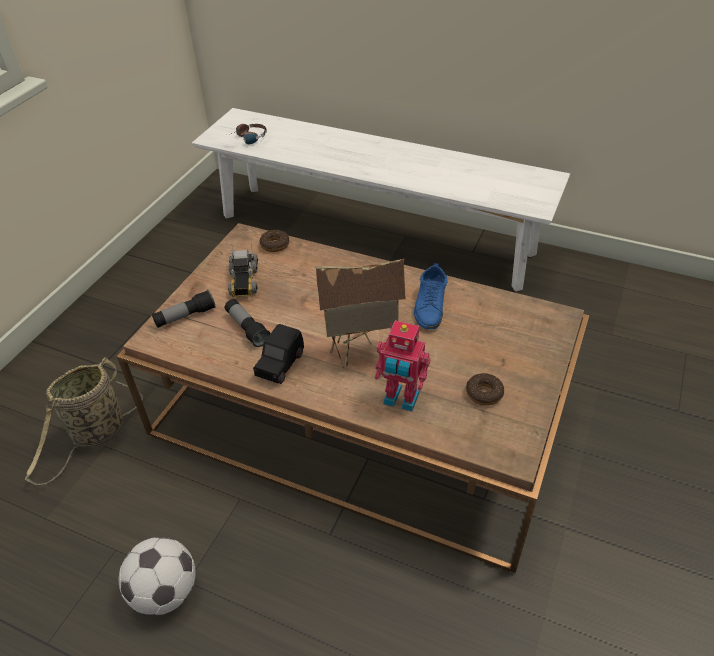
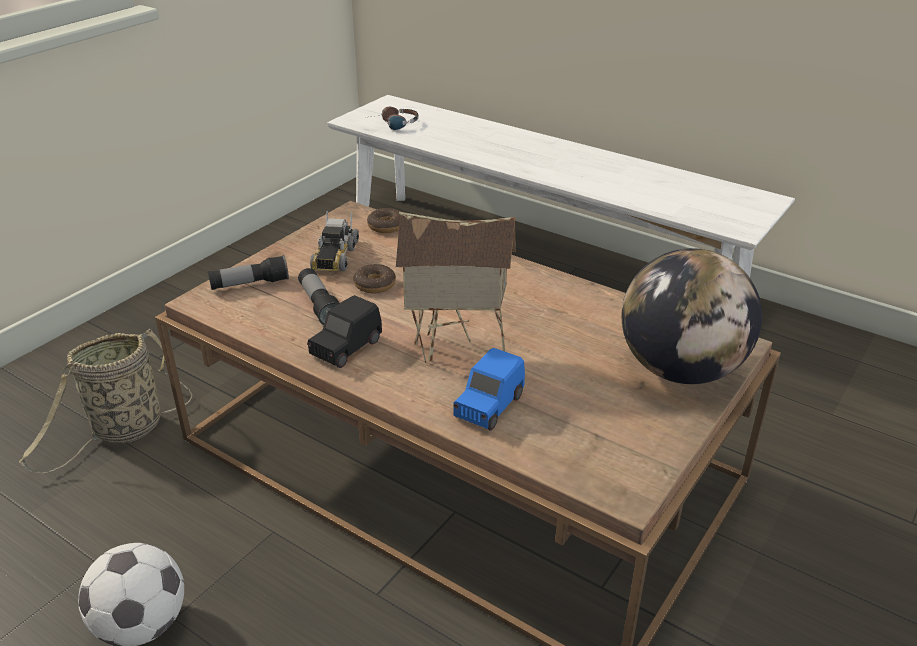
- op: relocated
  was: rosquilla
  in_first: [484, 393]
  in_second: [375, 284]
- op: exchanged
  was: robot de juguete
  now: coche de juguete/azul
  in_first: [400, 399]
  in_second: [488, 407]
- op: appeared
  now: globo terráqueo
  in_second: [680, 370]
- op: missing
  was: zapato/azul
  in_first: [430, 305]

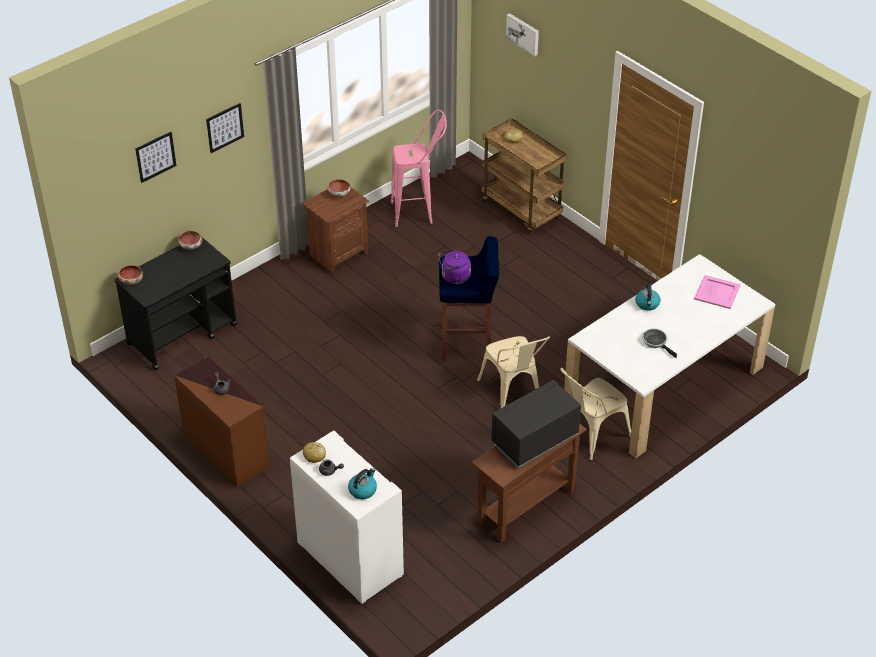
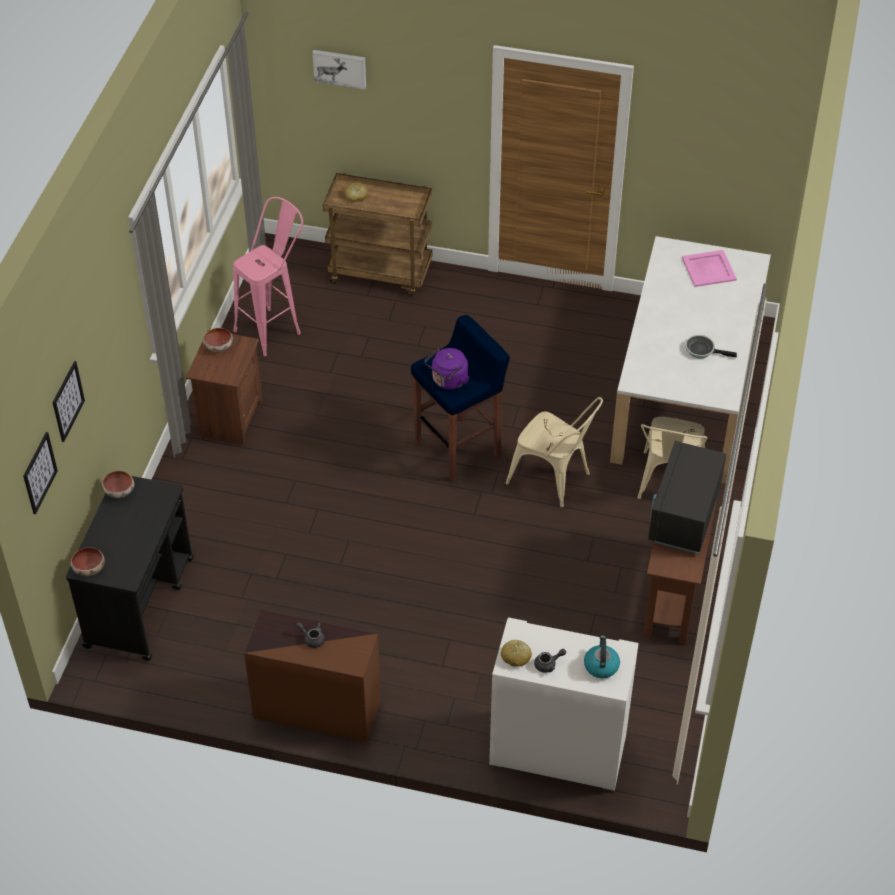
- op: relocated
  was: cuadro
  in_first: [224, 127]
  in_second: [39, 473]
- op: missing
  was: hervidor
  in_first: [647, 304]

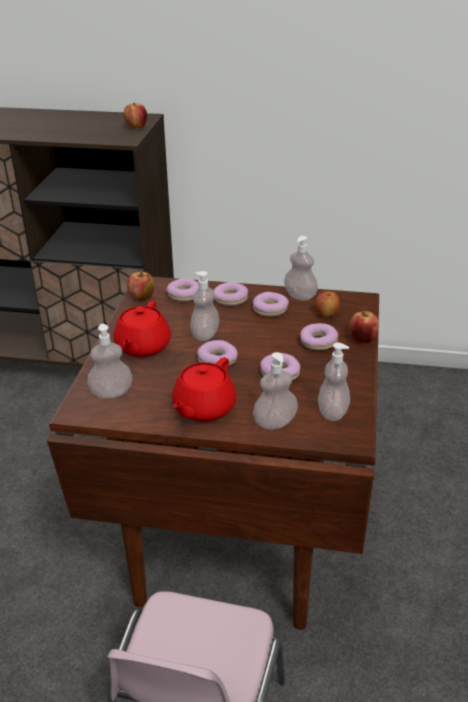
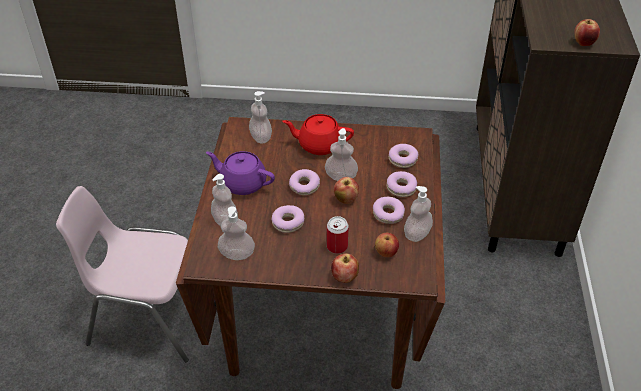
- op: colour
  was: tetera/rojo
  now: tetera/morado
  in_first: [203, 408]
  in_second: [242, 183]
- op: exchanged
  was: rosquilla
  now: lata
  in_first: [318, 342]
  in_second: [337, 246]
- op: relocated
  was: manzana
  in_first: [141, 298]
  in_second: [345, 199]

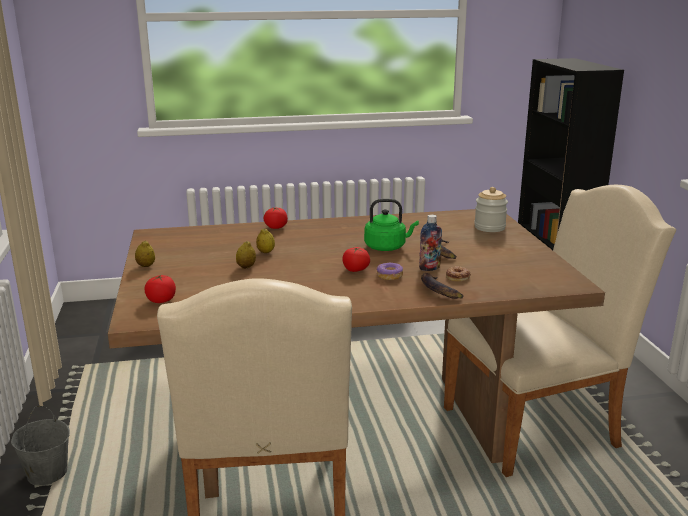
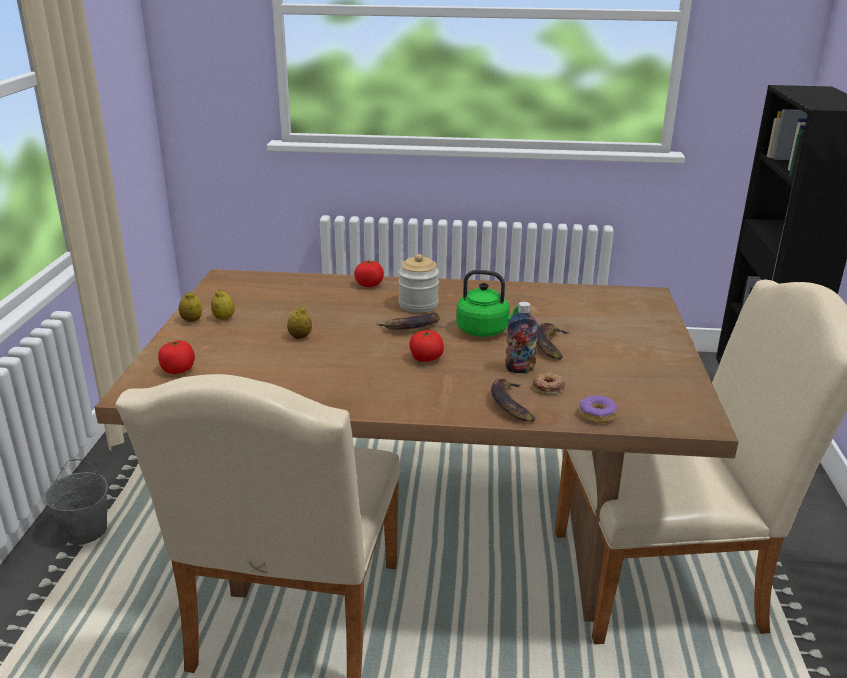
- op: relocated
  was: limón
  in_first: [266, 252]
  in_second: [224, 318]
- op: appeared
  now: plátano
  in_second: [411, 327]
- op: relocated
  was: tarro
  in_first: [489, 227]
  in_second: [418, 305]
- op: relocated
  was: rosquilla
  in_first: [389, 276]
  in_second: [597, 415]

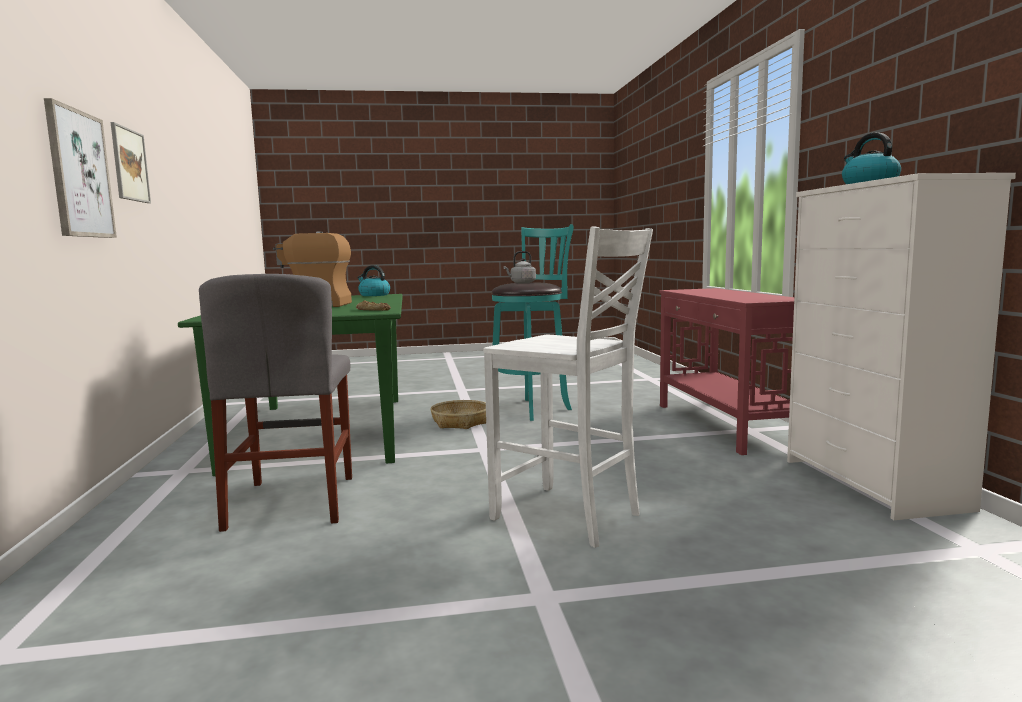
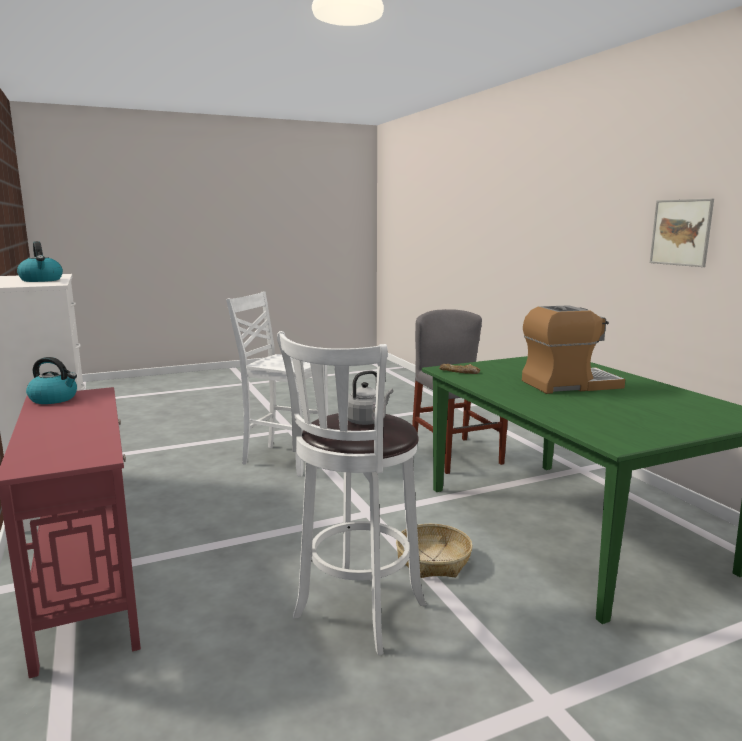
- op: relocated
  was: hervidor
  in_first: [374, 295]
  in_second: [54, 399]
- op: colour
  was: taburete/turquesa
  now: taburete/blanco
  in_first: [532, 408]
  in_second: [356, 614]
- op: missing
  was: cuadro
  in_first: [79, 174]

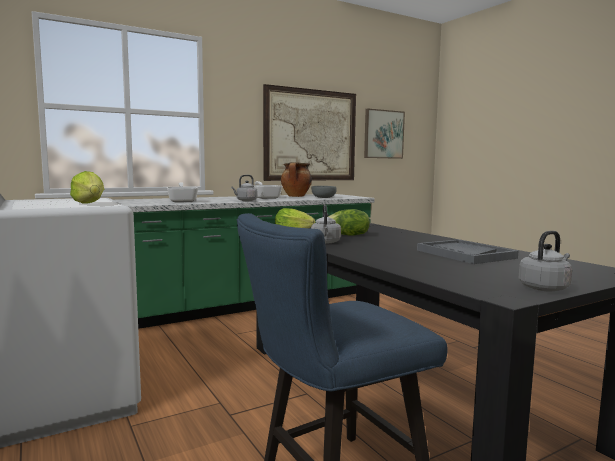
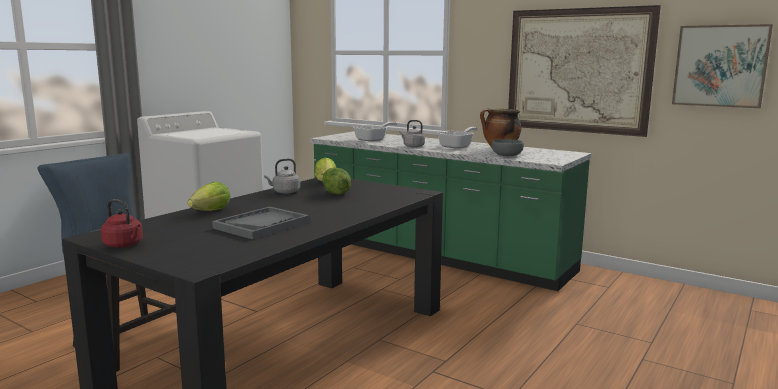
- op: colour
  was: hervidor/gris
  now: hervidor/rojo
  in_first: [545, 288]
  in_second: [124, 245]
- op: relocated
  was: lechuga
  in_first: [89, 204]
  in_second: [211, 211]

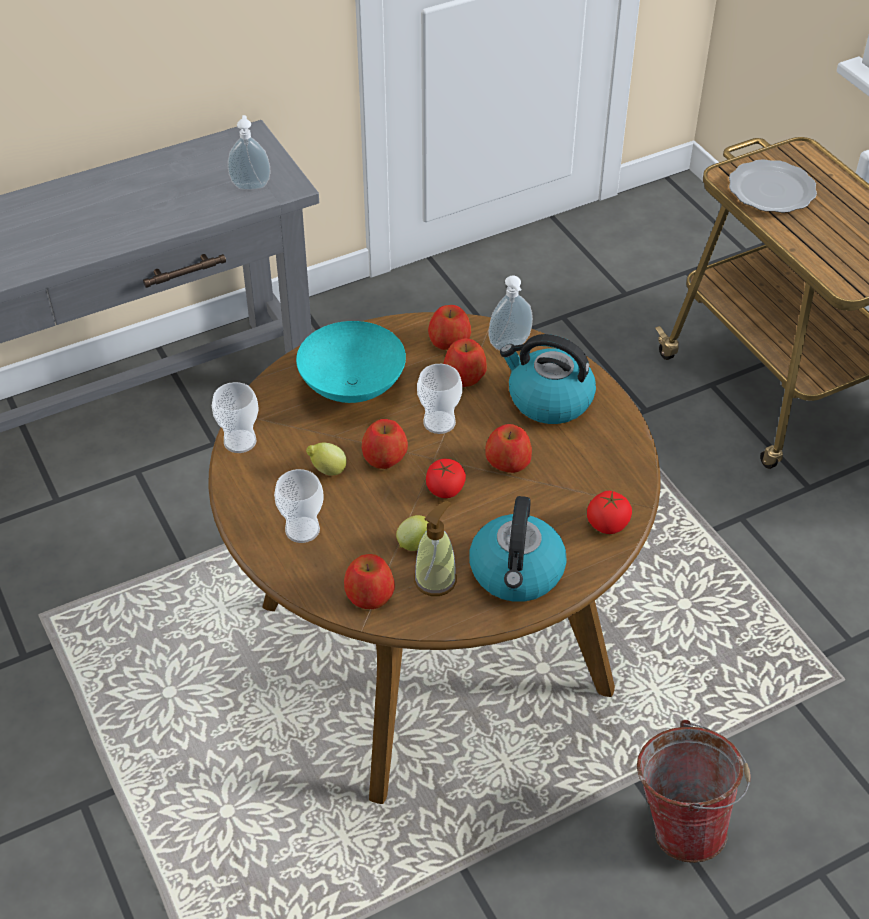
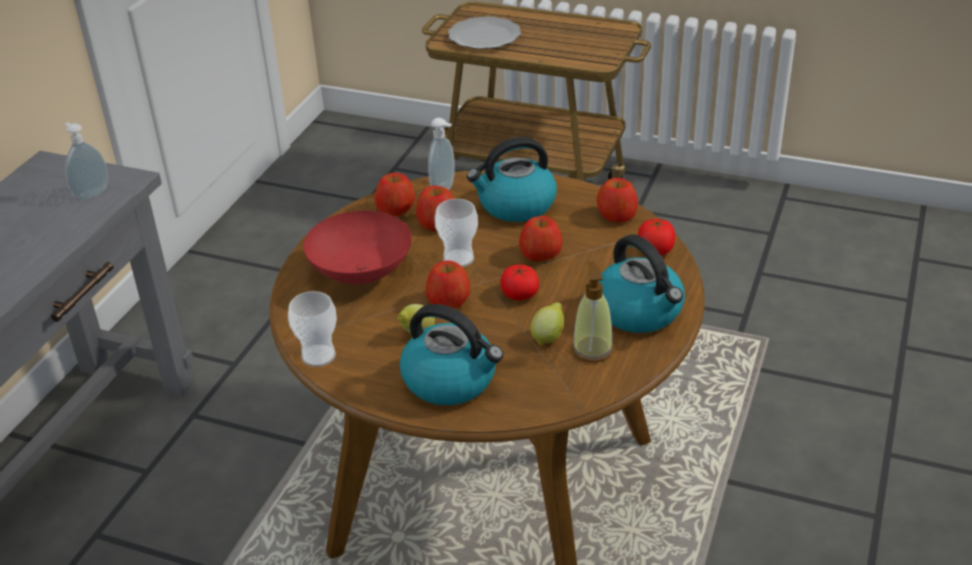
- op: colour
  was: cuenco/turquesa
  now: cuenco/rojo
  in_first: [354, 386]
  in_second: [362, 272]
- op: exchanged
  was: taza
  now: hervidor
  in_first: [302, 530]
  in_second: [451, 380]
- op: relocated
  was: manzana
  in_first: [370, 594]
  in_second: [616, 215]
- op: missing
  was: cubo
  in_first: [681, 821]

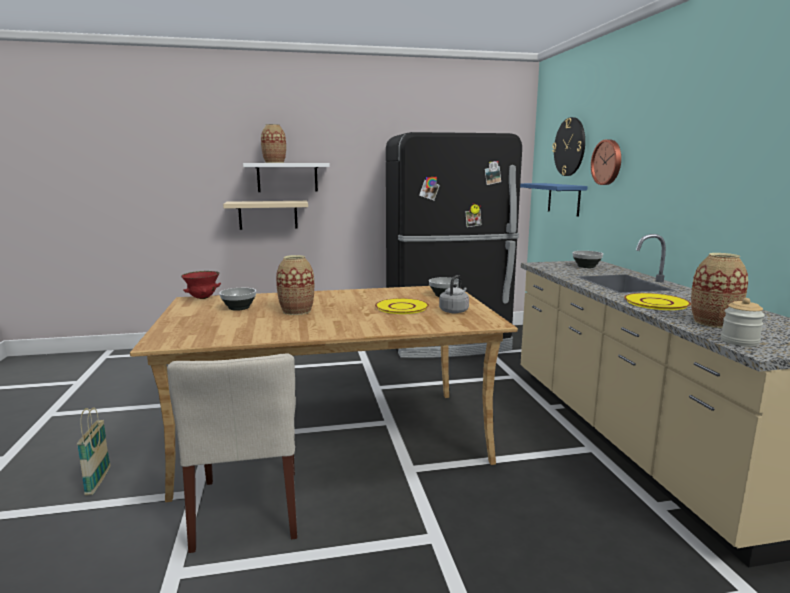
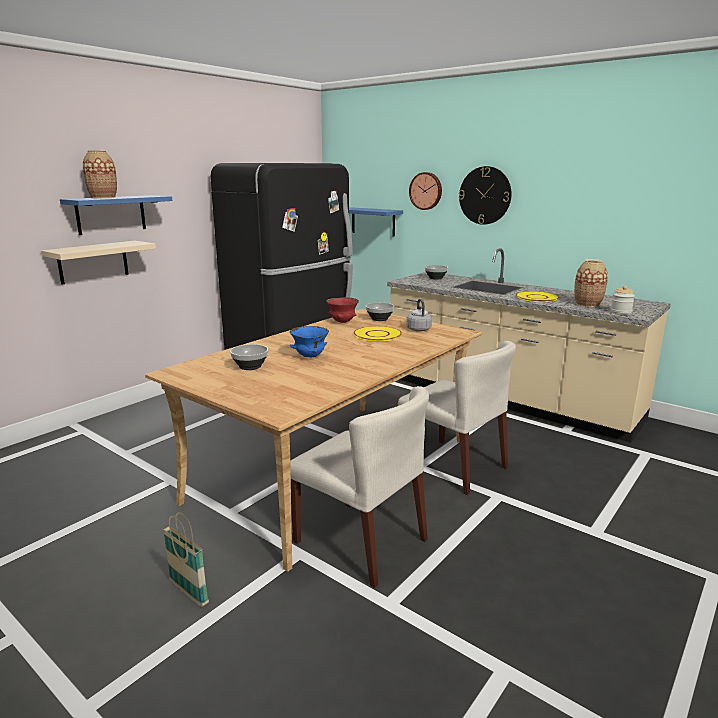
- op: colour
  was: estante/blanco
  now: estante/azul
  in_first: [287, 177]
  in_second: [111, 214]
- op: exchanged
  was: florero
  now: cuenco/azul
  in_first: [296, 311]
  in_second: [309, 357]
- op: relocated
  was: cuenco/rojo
  in_first: [203, 298]
  in_second: [342, 322]
- op: appeared
  now: silla/beis
  in_second: [454, 465]
- op: relocated
  was: reloj de pared
  in_first: [569, 147]
  in_second: [485, 195]

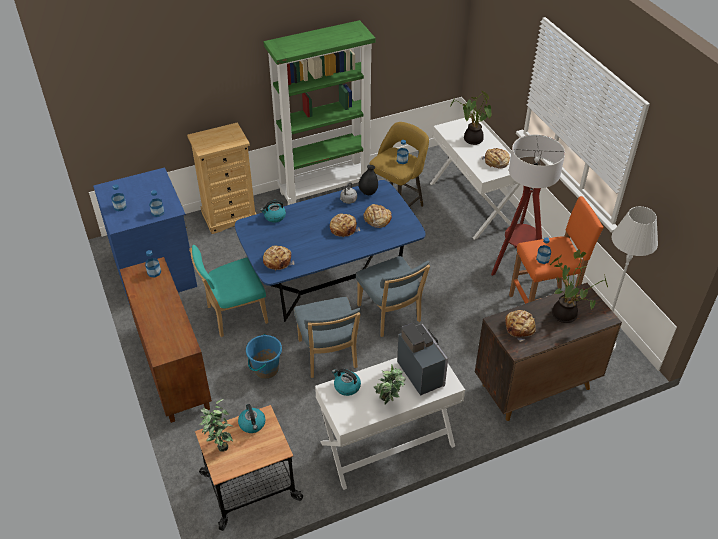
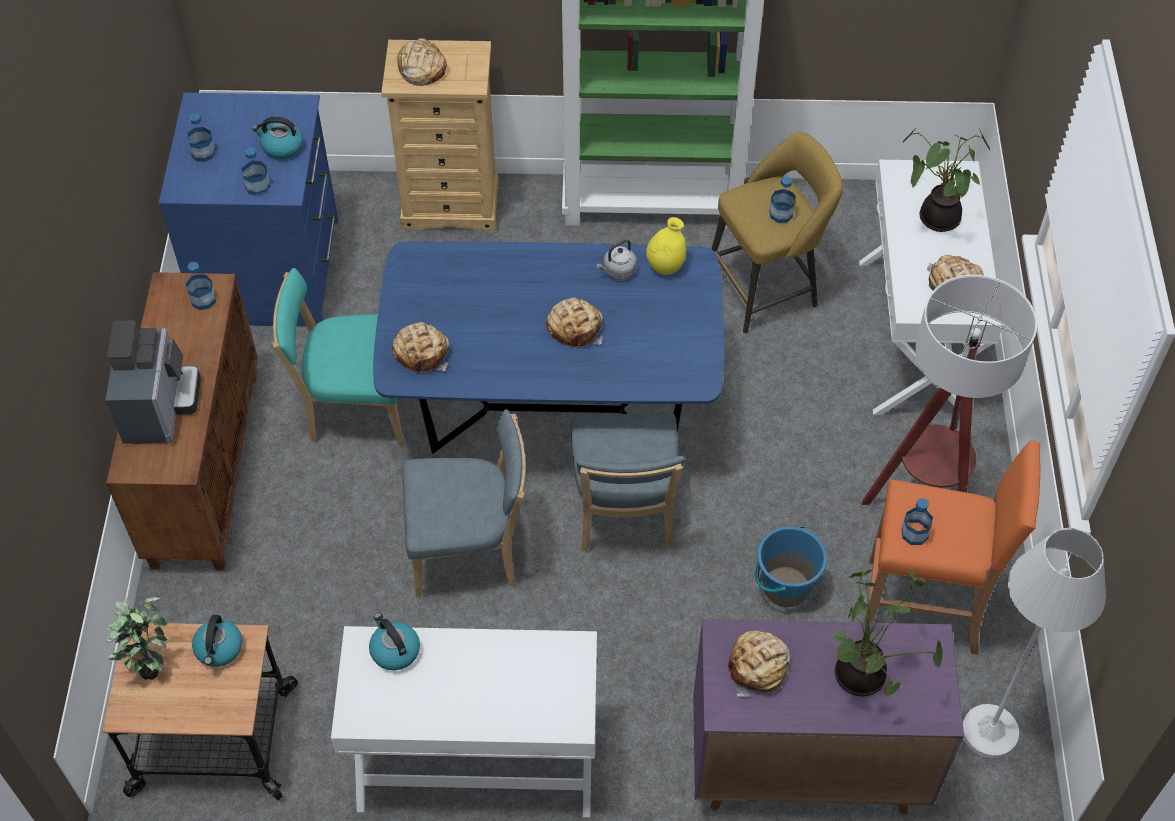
- op: relocated
  was: cafetera
  in_first: [422, 371]
  in_second: [160, 407]
- op: relocated
  was: hervidor
  in_first: [274, 217]
  in_second: [281, 147]
- op: relocated
  was: pan
  in_first: [377, 219]
  in_second: [421, 69]
- op: spun
  was: silla/azul
  in_first: [328, 356]
  in_second: [469, 551]
  clockwise: -105
- op: colour
  was: florero/negro
  now: florero/amarillo
  in_first: [368, 192]
  in_second: [665, 266]
- op: colour
  was: armario/marrón
  now: armario/morado
  in_first: [535, 387]
  in_second: [804, 766]
- op: relocated
  was: cubo/azul
  in_first: [266, 369]
  in_second: [785, 587]
- op: missing
  was: planta en maceta
  in_first: [389, 402]

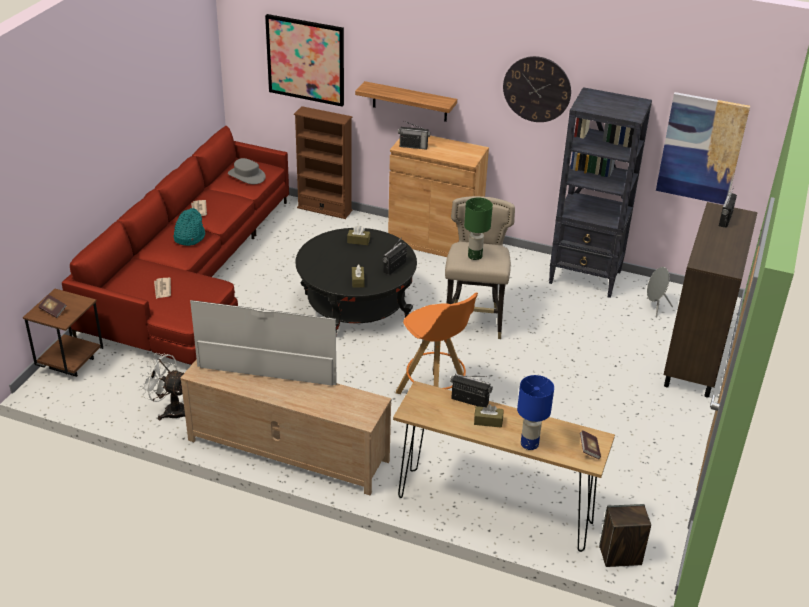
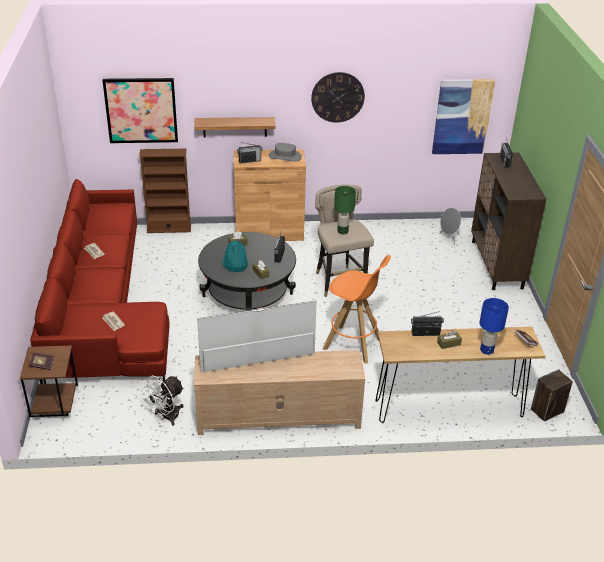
- op: spun
  was: ventilador/blanco
  in_first: [170, 410]
  in_second: [166, 417]
  clockwise: -45
- op: relocated
  was: sombrero/turquesa
  in_first: [189, 237]
  in_second: [235, 264]
- op: relocated
  was: sombrero/gris
  in_first: [247, 176]
  in_second: [285, 156]
- op: missing
  was: estantería/negro
  in_first: [585, 278]

